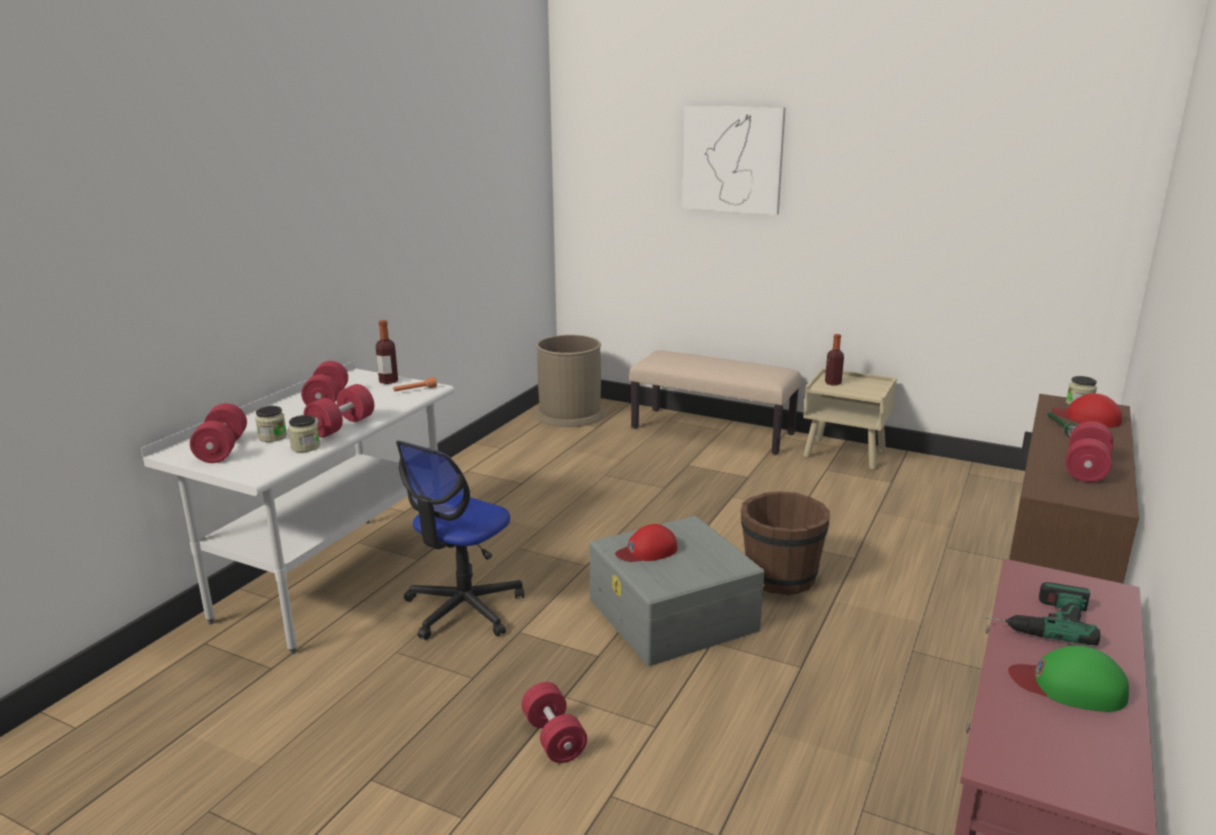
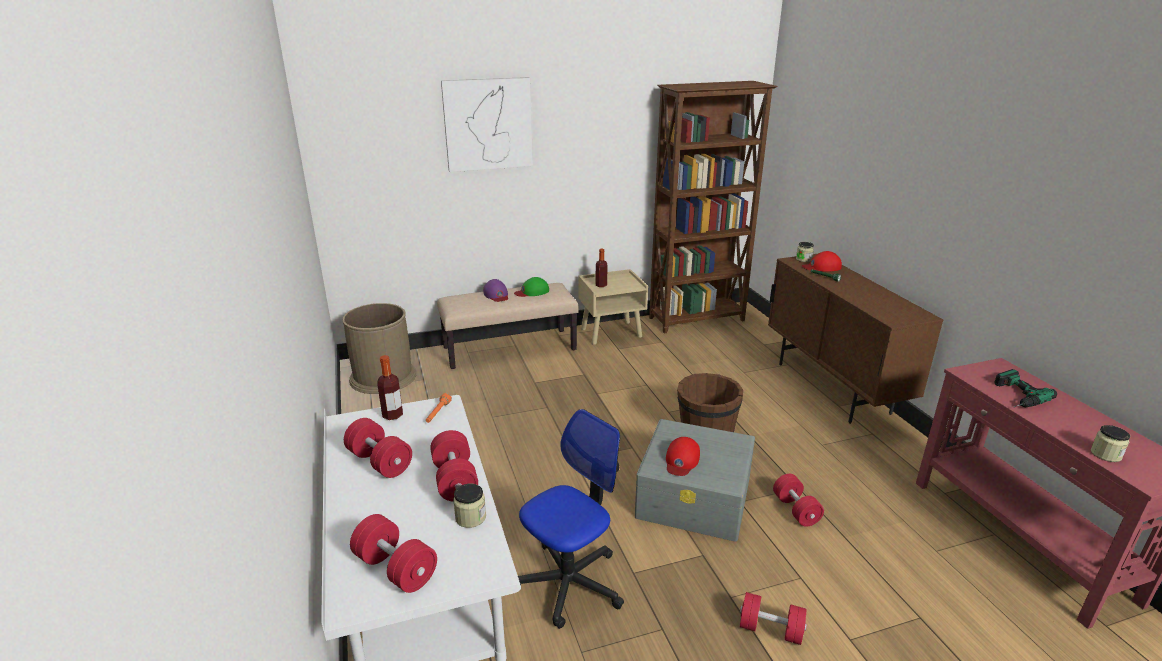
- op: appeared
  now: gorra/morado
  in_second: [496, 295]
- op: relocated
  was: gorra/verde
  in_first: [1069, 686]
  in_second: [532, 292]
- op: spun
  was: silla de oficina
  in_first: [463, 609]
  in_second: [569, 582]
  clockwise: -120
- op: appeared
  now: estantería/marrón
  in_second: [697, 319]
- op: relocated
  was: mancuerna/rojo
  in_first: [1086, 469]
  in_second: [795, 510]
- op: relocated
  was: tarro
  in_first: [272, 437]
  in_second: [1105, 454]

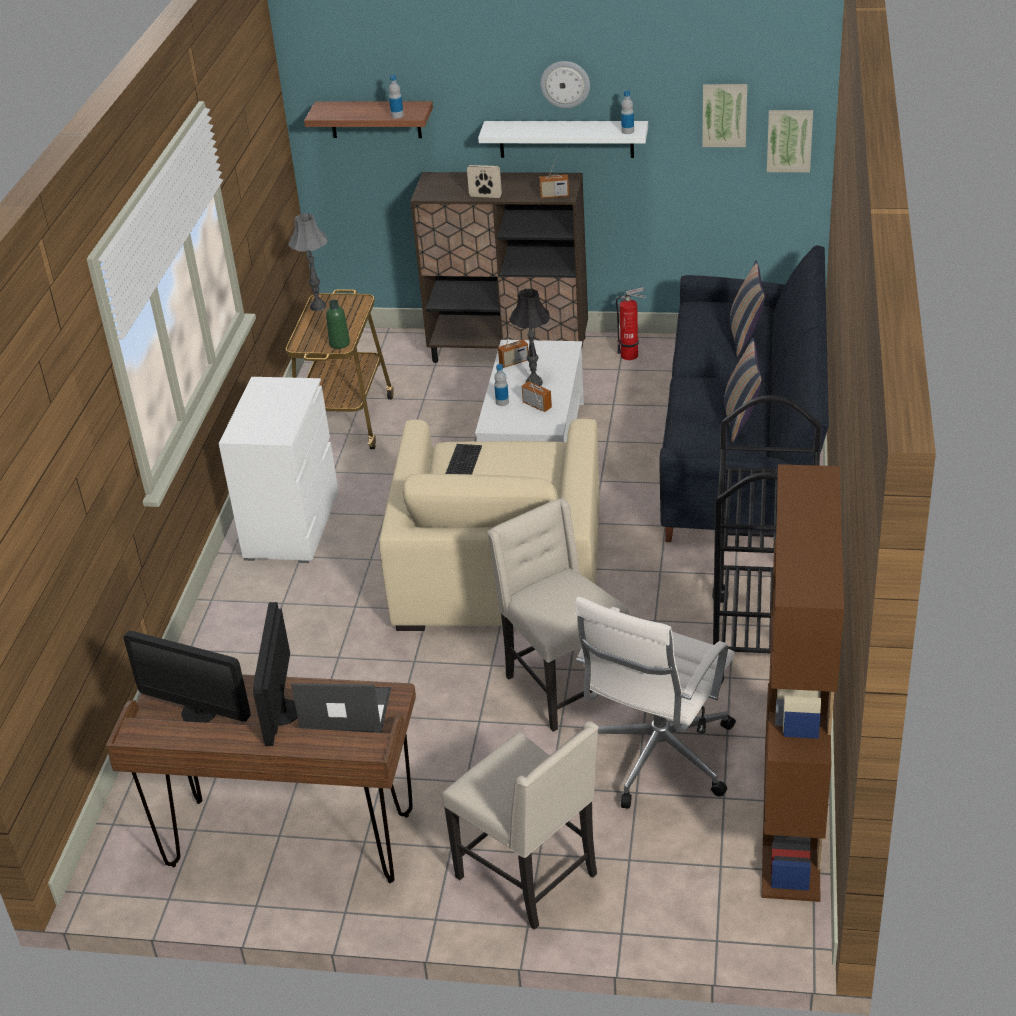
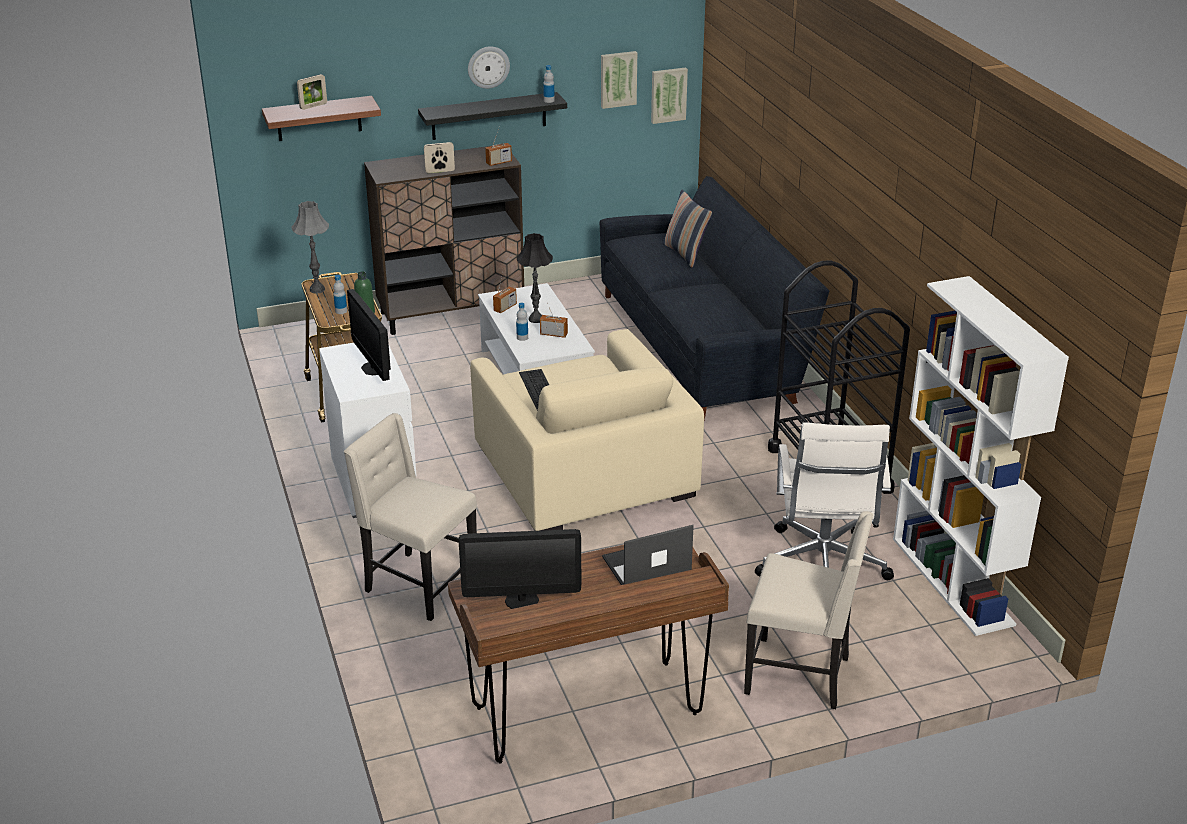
- op: appeared
  now: portarretratos
  in_second: [313, 106]
- op: relocated
  was: botella
  in_first: [397, 115]
  in_second: [341, 311]
- op: relocated
  was: silla/beis
  in_first: [562, 685]
  in_second: [418, 584]
- op: relocated
  was: monitor
  in_first: [283, 712]
  in_second: [374, 368]
- op: colour
  was: estante/blanco
  now: estante/negro
  in_first: [566, 139]
  in_second: [489, 116]
- op: colour
  was: estantería/marrón
  now: estantería/blanco
  in_first: [792, 821]
  in_second: [953, 581]
- op: missing
  was: extintor
  in_first: [631, 355]
- op: missing
  was: cojín
  in_first: [741, 420]

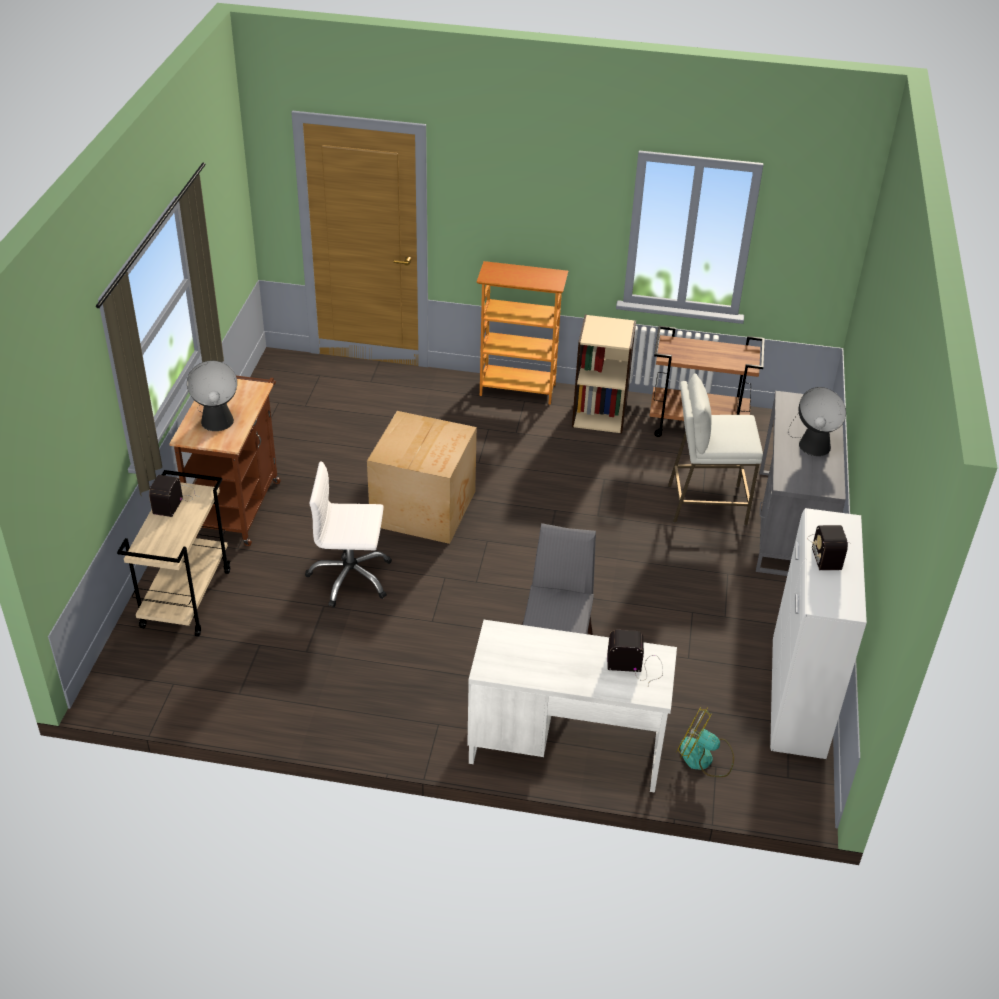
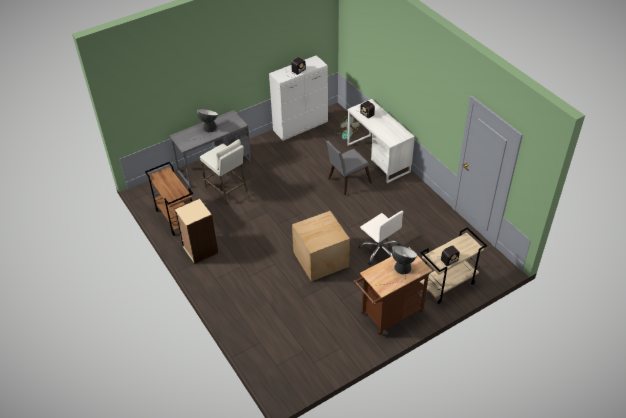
- op: missing
  was: estantería
  in_first: [518, 389]

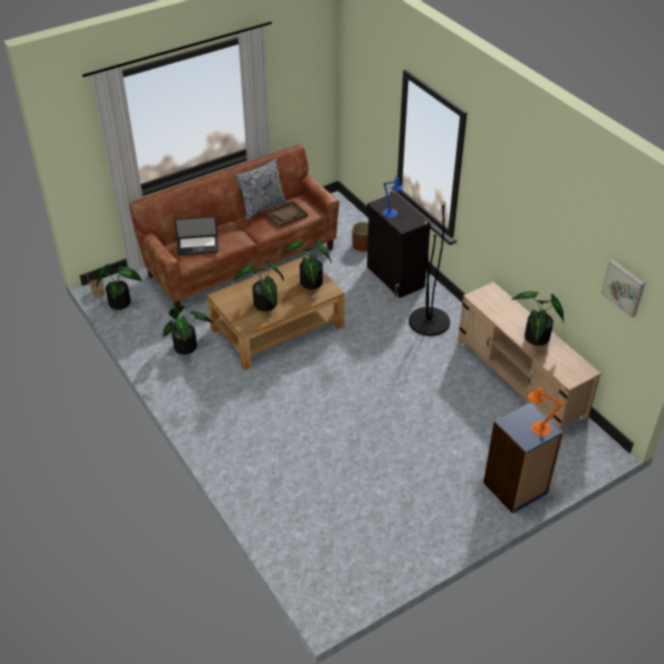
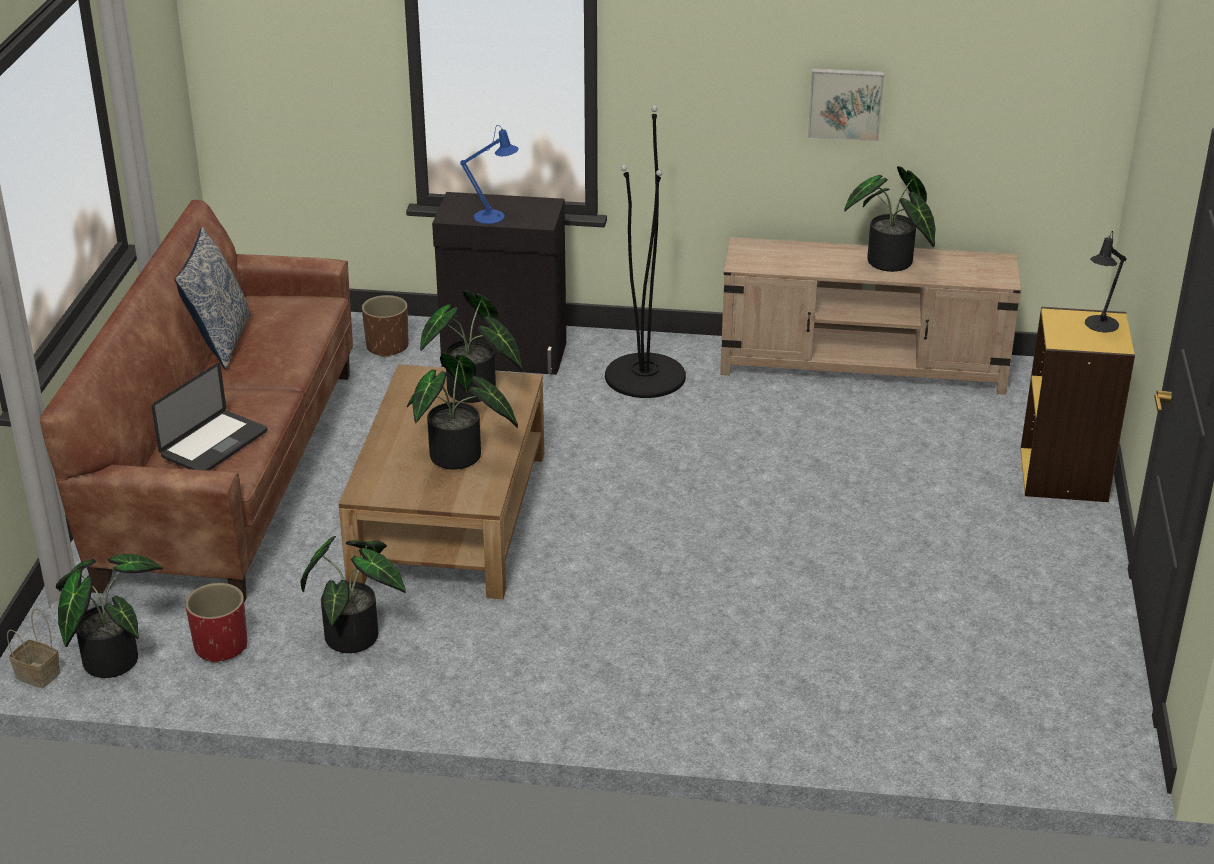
- op: appeared
  now: maceta/rojo
  in_second: [221, 647]
- op: relocated
  was: cuadro
  in_first: [624, 287]
  in_second: [845, 103]
- op: colour
  was: estantería/azul
  now: estantería/amarillo
  in_first: [516, 488]
  in_second: [1065, 475]
- op: colour
  was: lámpara de mesa/naranja
  now: lámpara de mesa/negro
  in_first: [538, 428]
  in_second: [1099, 326]
- op: missing
  was: bandeja/marrón
  in_first: [286, 215]

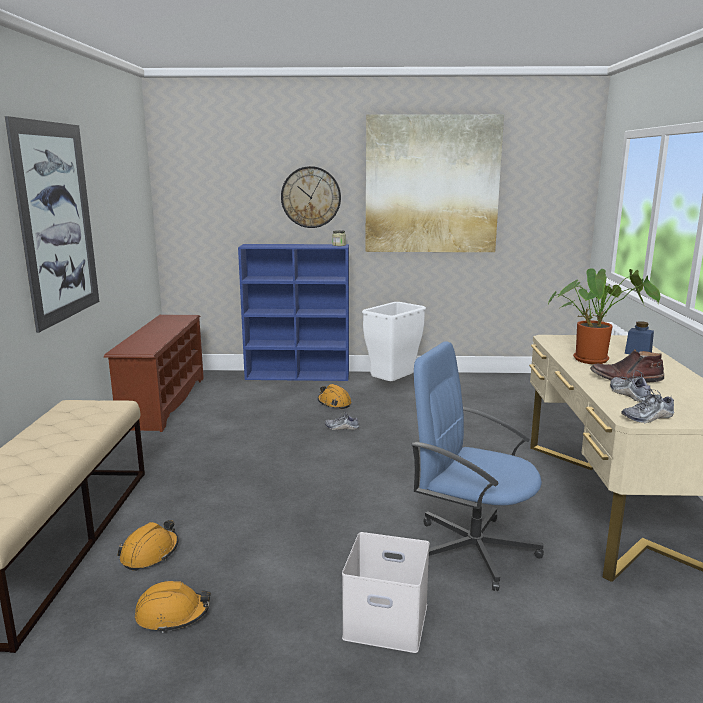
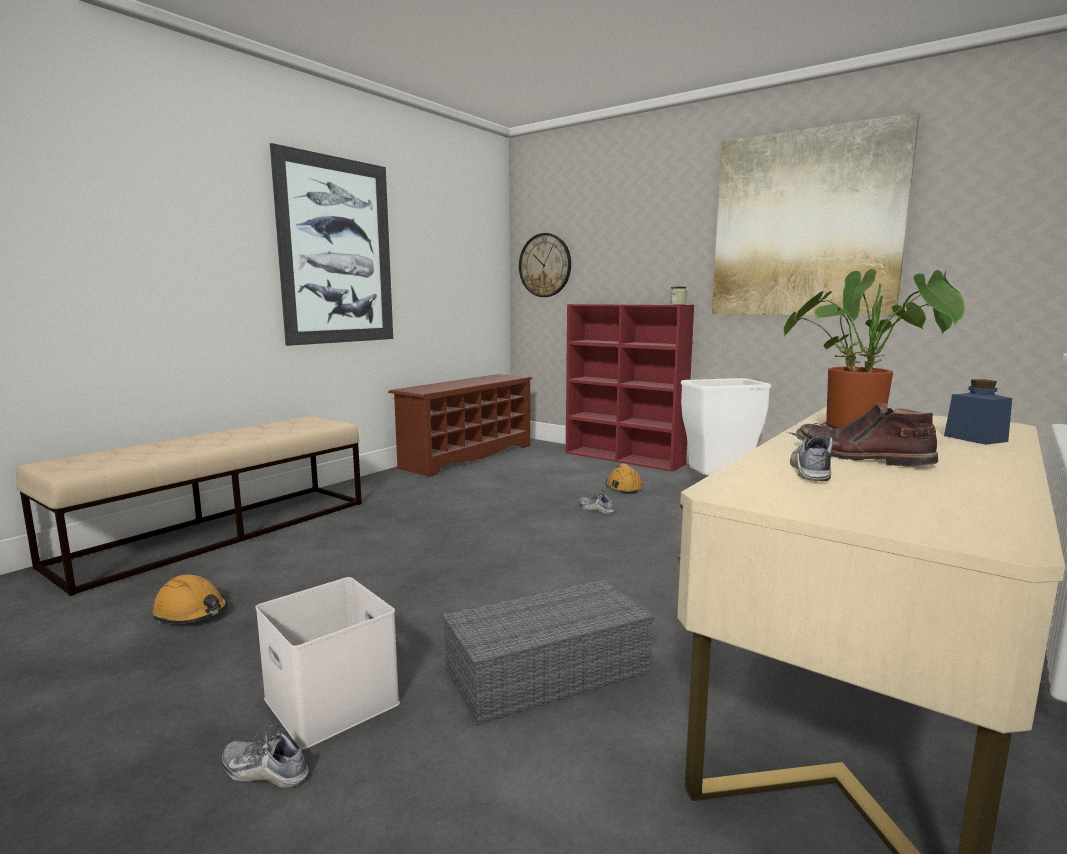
- op: relocated
  was: zapato
  in_first: [648, 417]
  in_second: [265, 771]
- op: exchanged
  was: silla de oficina/azul
  now: caja de almacenaje/gris
  in_first: [472, 549]
  in_second: [549, 670]
- op: relocated
  was: reloj de pared
  in_first: [311, 197]
  in_second: [545, 265]
- op: colour
  was: estantería/azul
  now: estantería/rojo
  in_first: [298, 376]
  in_second: [625, 458]
- op: missing
  was: casco/naranja
  in_first: [150, 553]

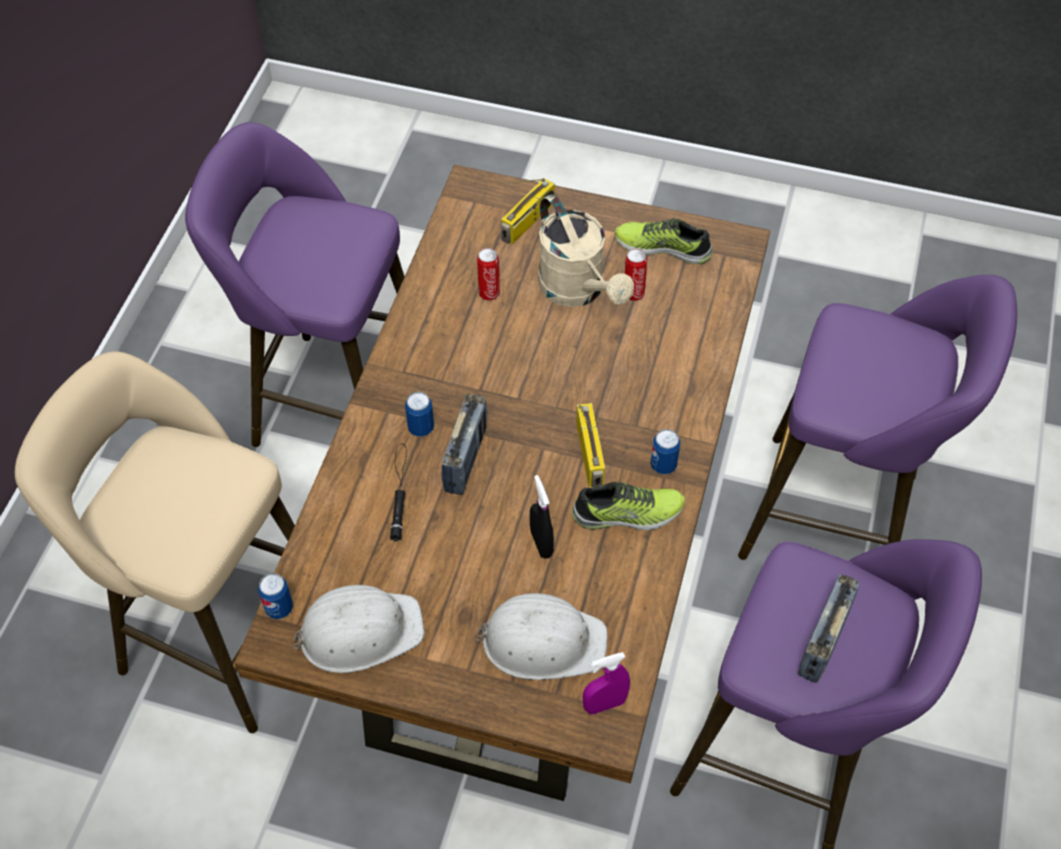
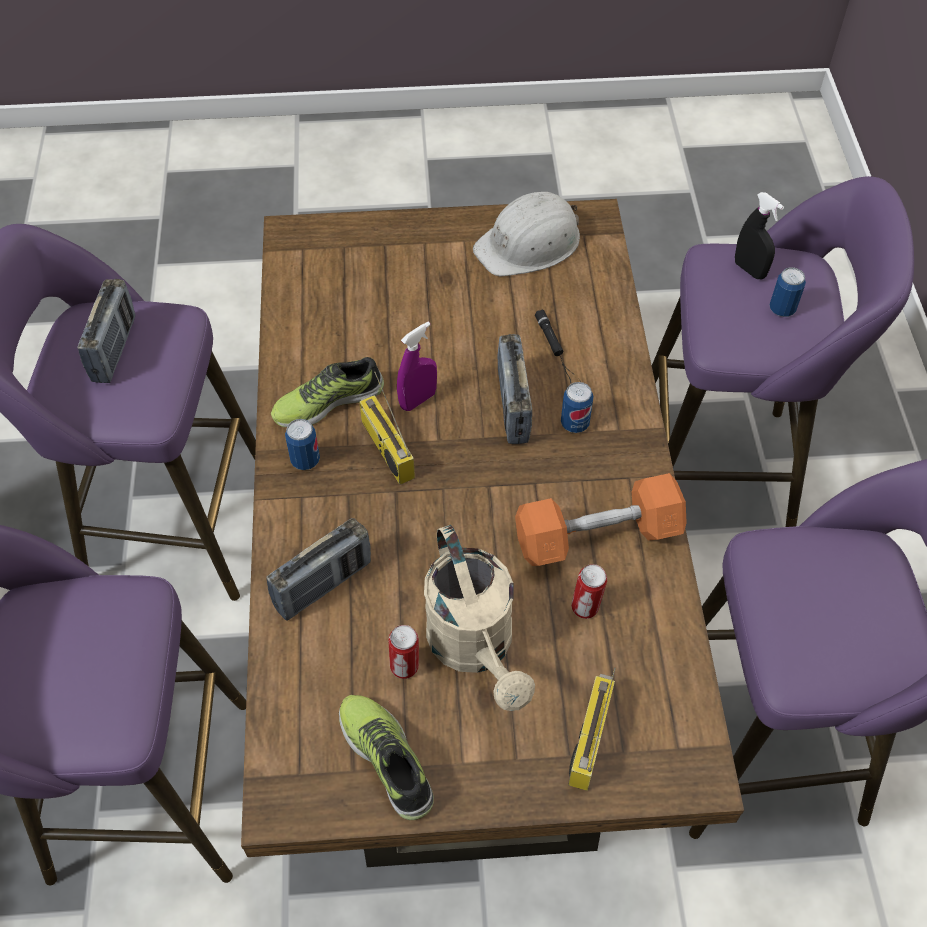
- op: appeared
  now: radio
  in_second: [323, 585]
- op: spun
  was: zapato
  in_first: [663, 247]
  in_second: [388, 758]
  clockwise: -120
- op: relocated
  was: pulverizador/morado
  in_first: [604, 704]
  in_second: [418, 400]
- op: spun
  was: regadera/beis
  in_first: [578, 290]
  in_second: [476, 648]
  clockwise: -150
- op: appeared
  now: mancuerna/naranja
  in_second: [597, 535]
- op: colour
  was: taburete/beis
  now: taburete/morado
  in_first: [216, 629]
  in_second: [724, 469]
- op: relocated
  was: pulverizador/negro
  in_first: [541, 543]
  in_second: [749, 270]
- op: relocated
  was: lata
  in_first: [279, 608]
  in_second: [782, 309]
- op: missing
  was: casco/blanco
  in_first: [542, 641]

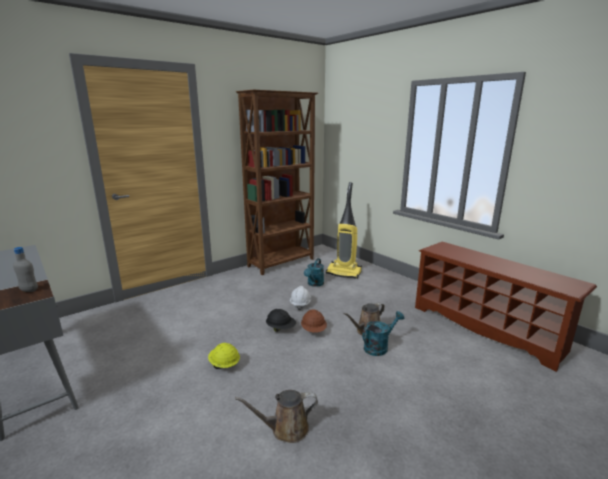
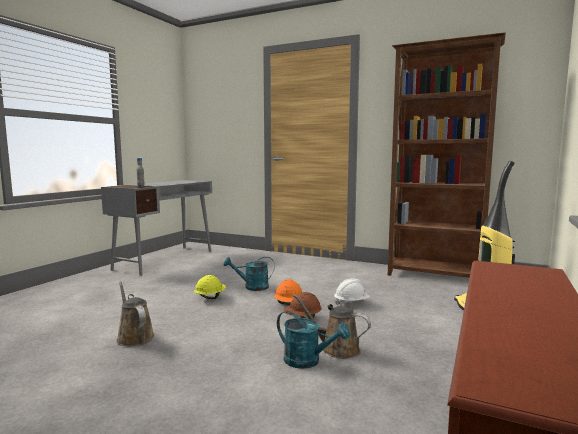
- op: relocated
  was: regadera/turquesa
  in_first: [314, 284]
  in_second: [252, 287]
- op: colour
  was: casco/negro
  now: casco/naranja
  in_first: [281, 328]
  in_second: [289, 304]

